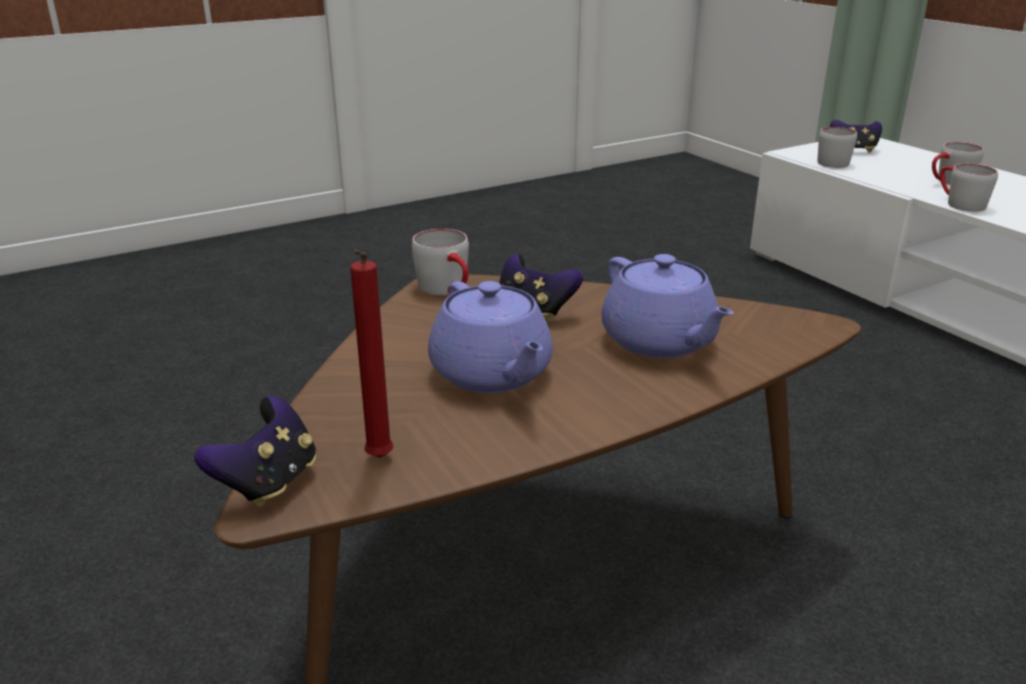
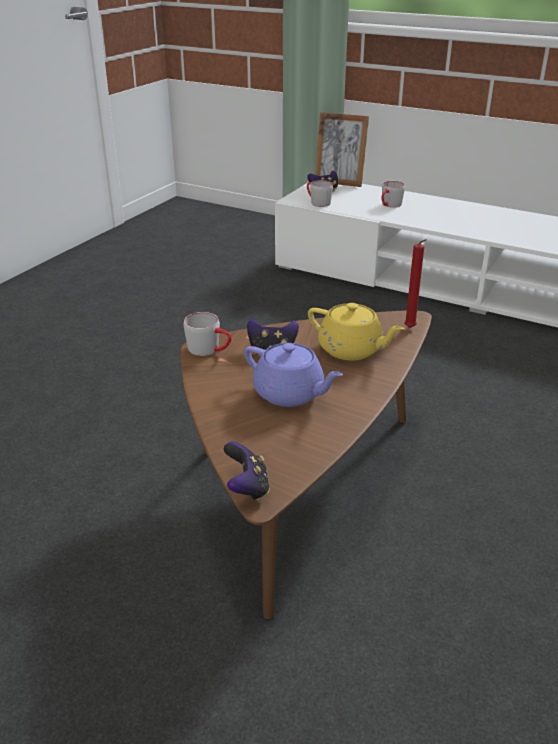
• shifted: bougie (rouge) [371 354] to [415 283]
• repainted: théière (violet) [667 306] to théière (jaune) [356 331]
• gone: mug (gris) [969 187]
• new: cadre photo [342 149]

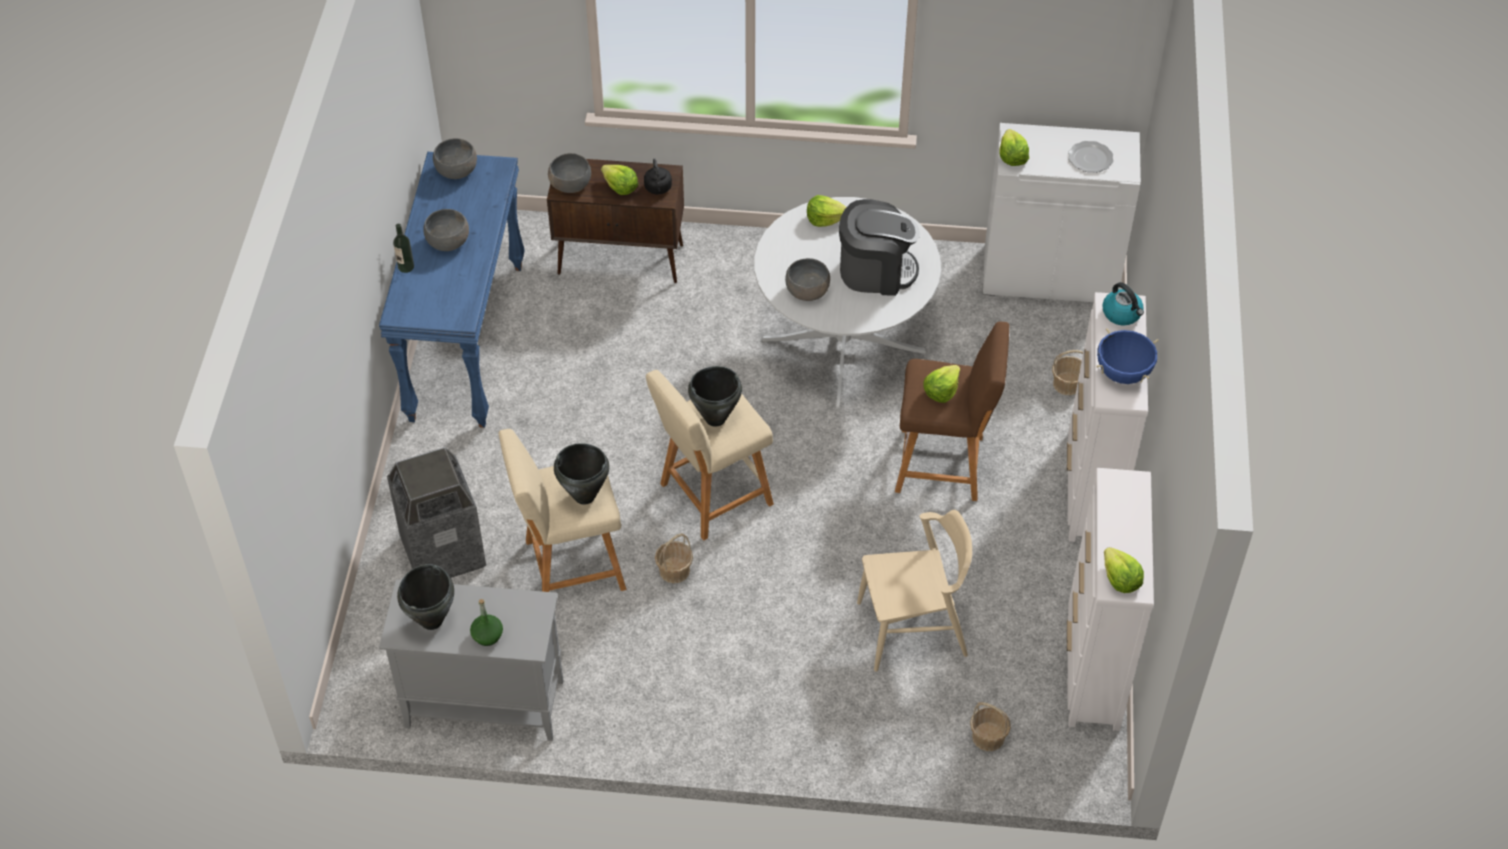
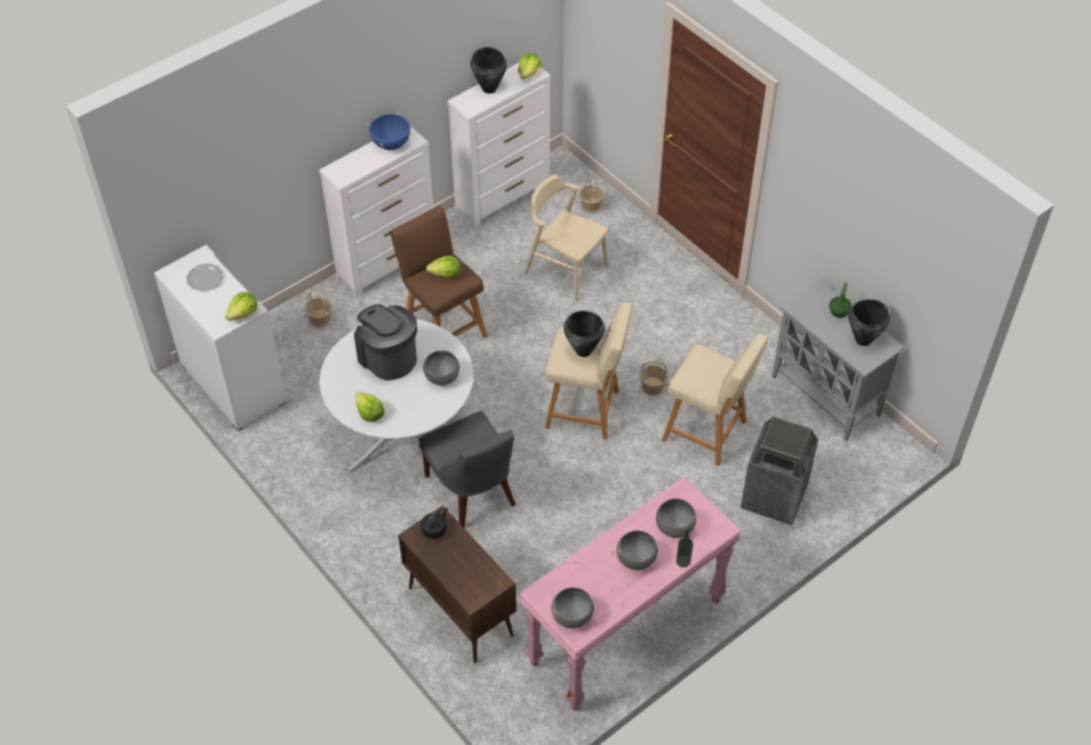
• repainted: table console (bleu) [452 290] to table console (rose) [630 594]
• shifted: bol (gris) [569 173] to [676 518]
• shifted: marmite (noir) [582 474] to [488 70]
• gone: laitue [619 180]
• gone: bouilloire [1123 303]
• new: chaise (gris) [467 470]

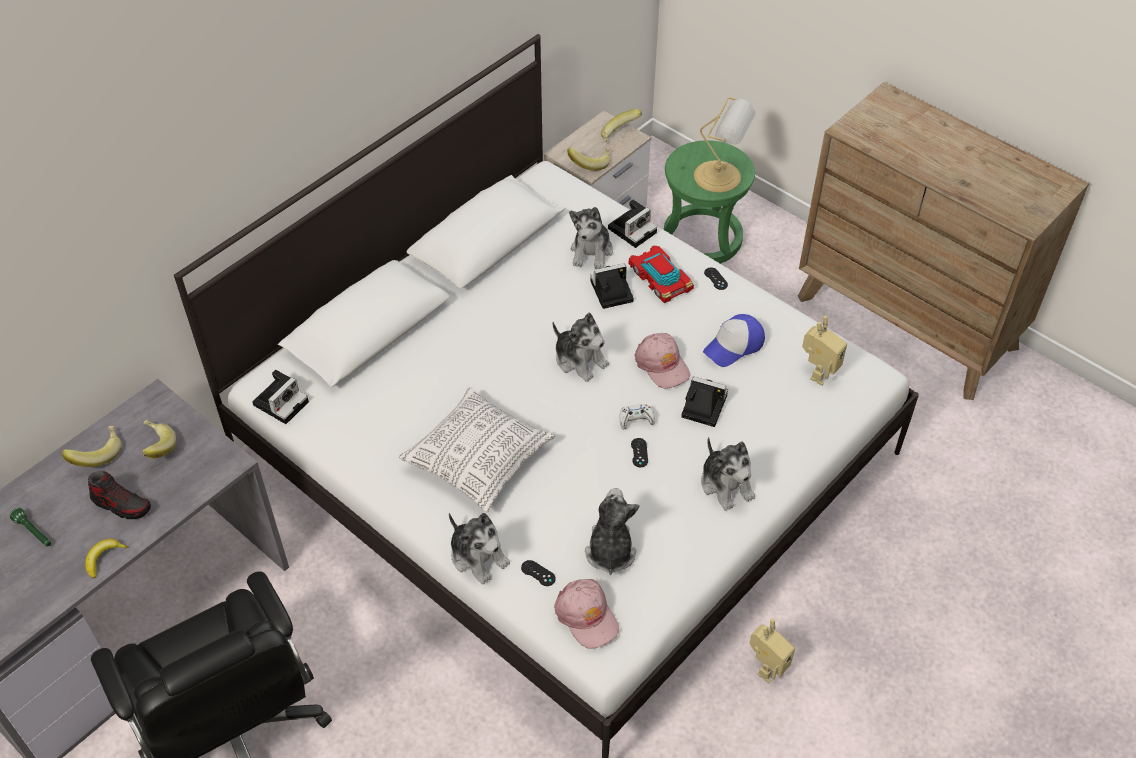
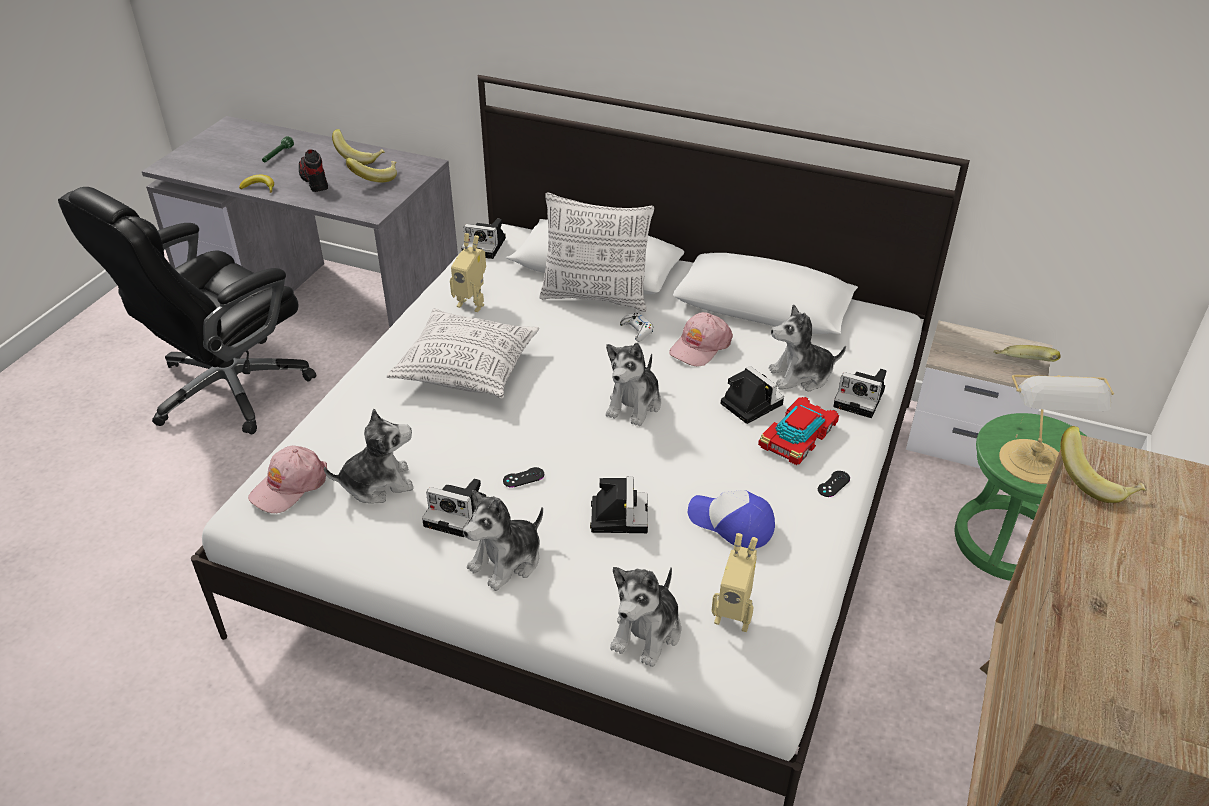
• rotated: chaussure [119 495] = [313 170] 150 degrees clockwise
• shifted: peluche [479 549] to [645 617]
• gone: manette (noir) [538 573]
• shifted: banane [588 159] to [1103 464]
• shifted: manette (blanc) [637 416] to [636 327]
• shifted: casquette (rose) [662 361] to [701 339]
• shifted: robot jouet [772 651] to [468 272]
• new: appareil photo [454 508]
• new: coussin [596 252]

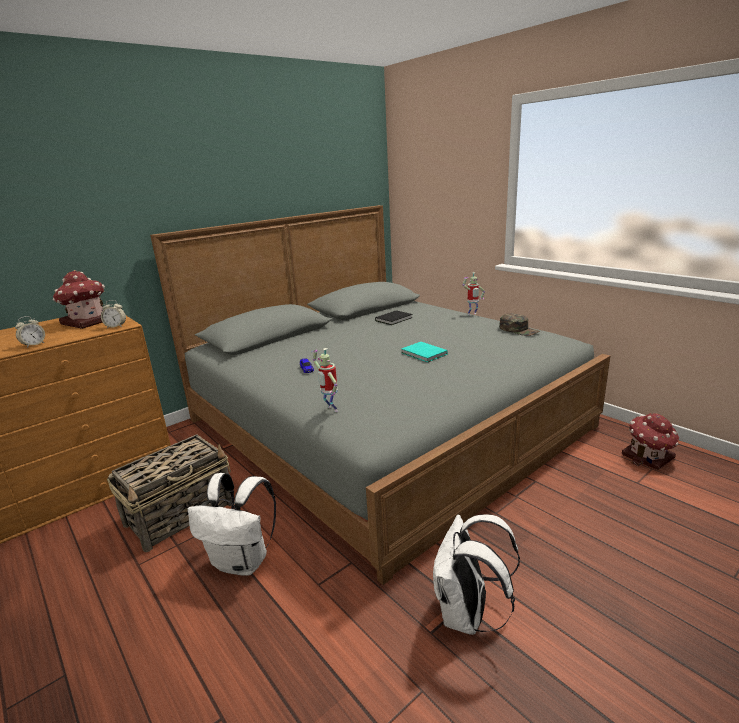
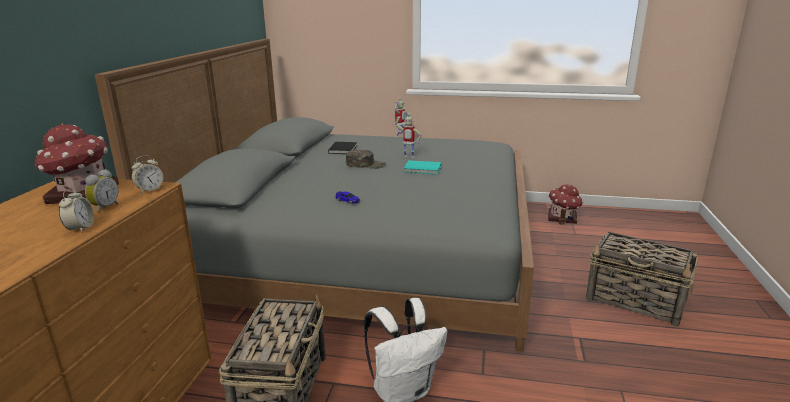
• shifted: robot jouet [324 380] to [408 135]
• gone: sac à dos (blanc) [476 574]
• shifted: casquette (vert) [519 324] to [366 159]
• new: réveil [102 191]
• new: panier [642 279]

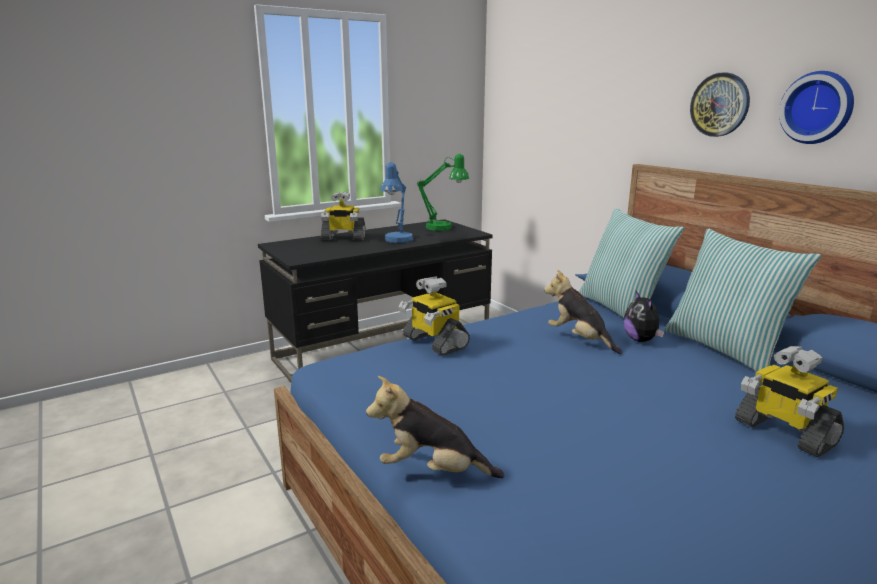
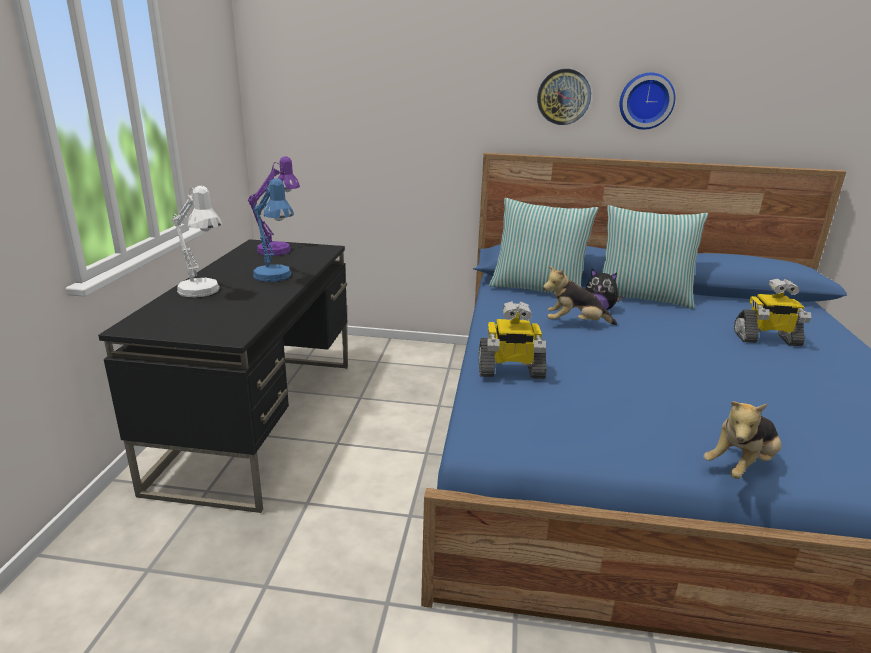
• swapped: robot jouet [343 216] to lampe de table (blanc) [197 241]
• repainted: lampe de table (vert) [443 192] to lampe de table (violet) [273 206]

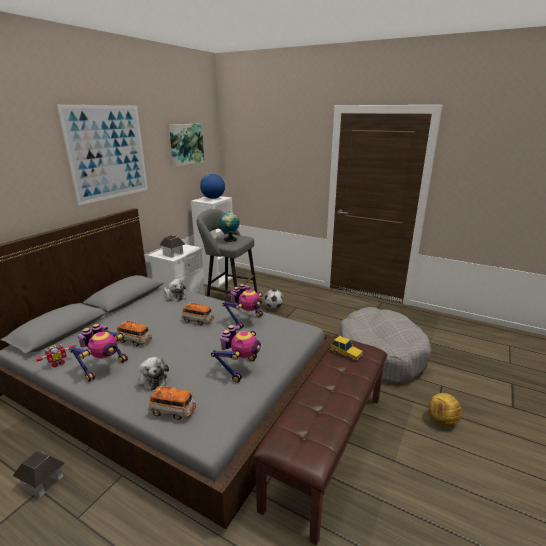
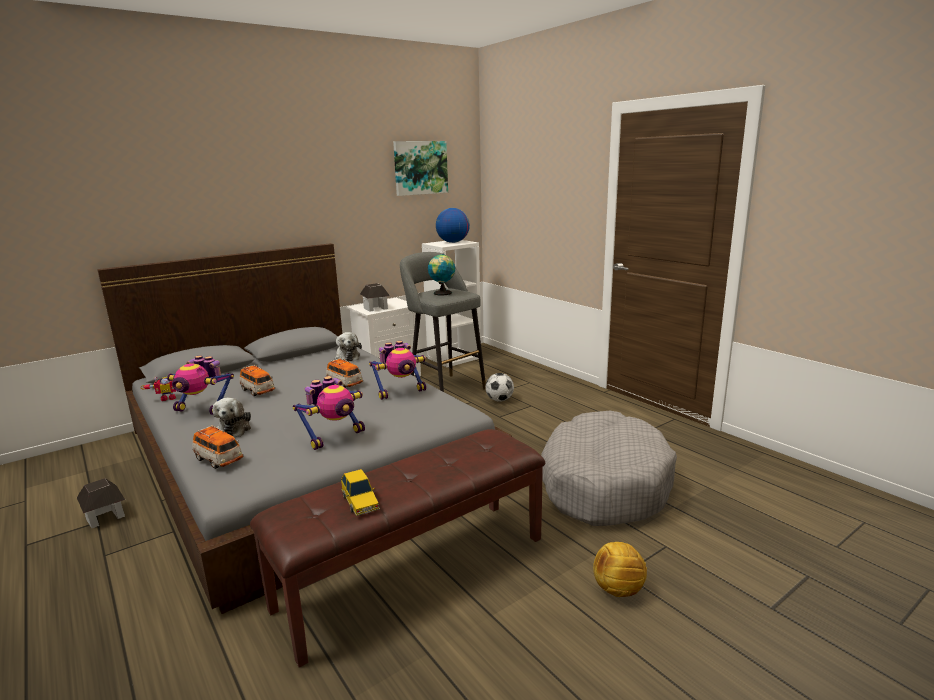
• gone: tableau [102 155]
• rotated: robot jouet [98 353] = [200 385] 45 degrees clockwise
• shifted: petite voiture [346 348] to [360 492]

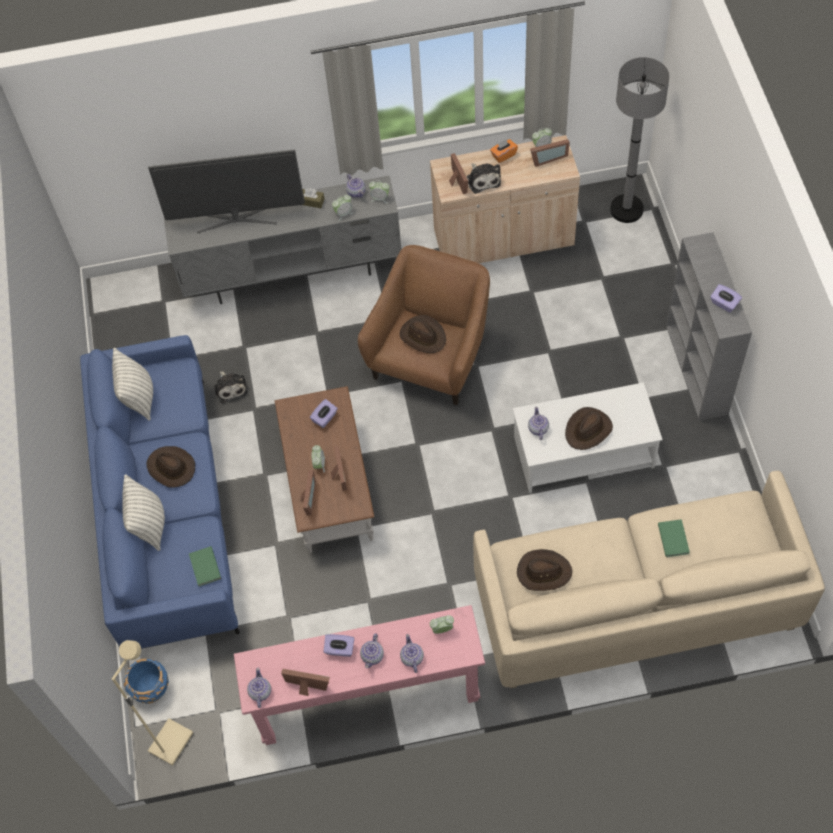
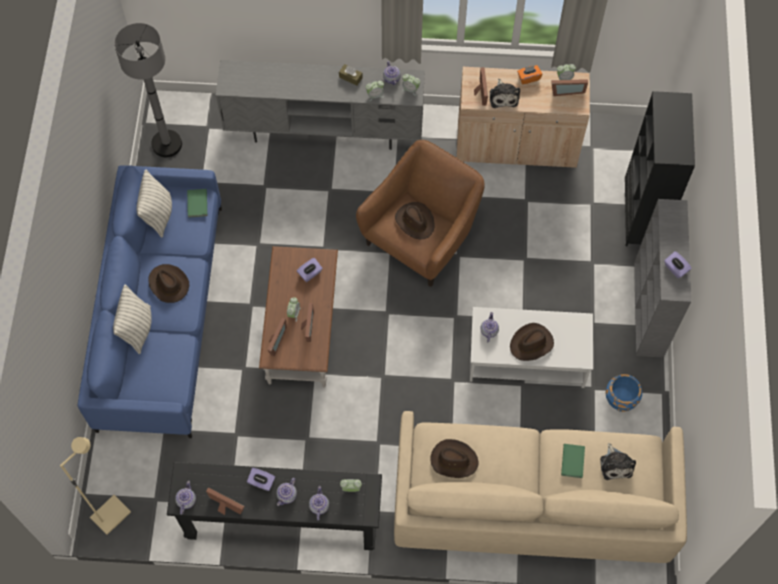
• shifted: cache-pot (bleu) [146 681] to [623 393]
• gone: téléviseur [226 191]
• shifted: livre (vert) [205 566] to [197 203]
• shifted: peluche [231 387] to [618 461]
• repainted: table console (rose) [359 675] to table console (noir) [274 506]
• shifted: lampadaire (gris) [640 140] to [148 90]
• new: bibliothèque (noir) [660 169]

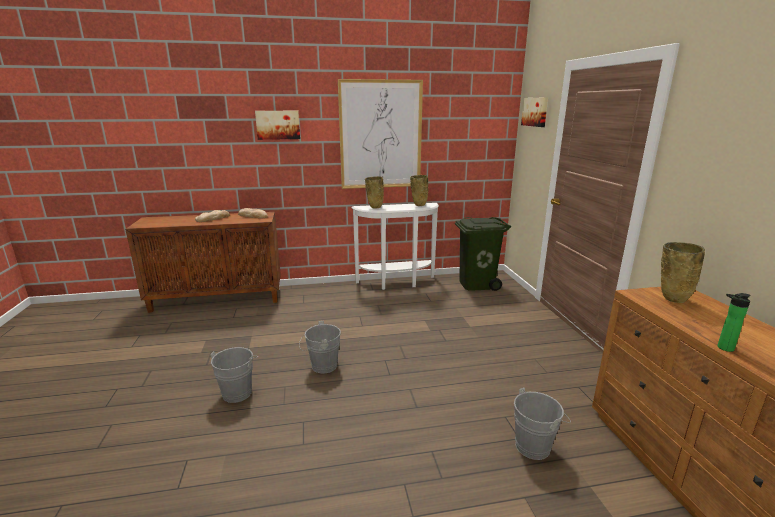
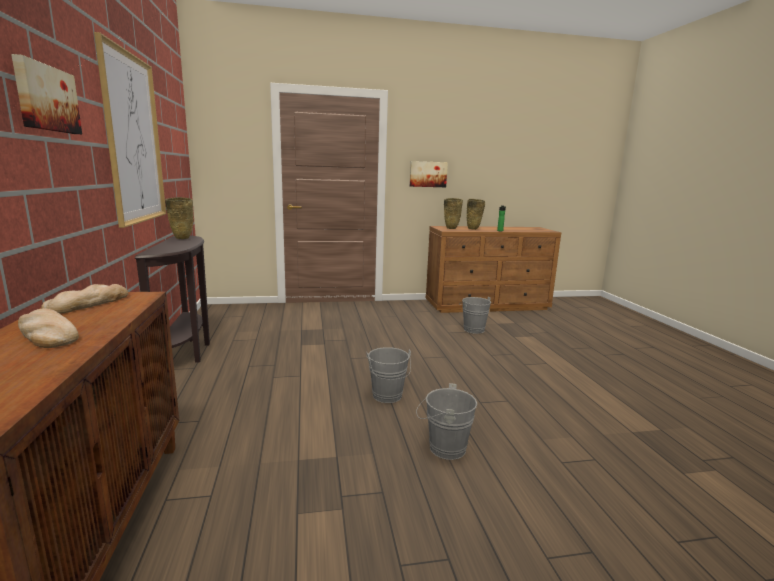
• repainted: table console (blanc) [395 246] to table console (marron) [172 299]
• shifted: vase (beige) [374 192] to [476 214]
• gone: poubelle (vert) [483 254]
• shifted: tableau [534 112] to [429 174]

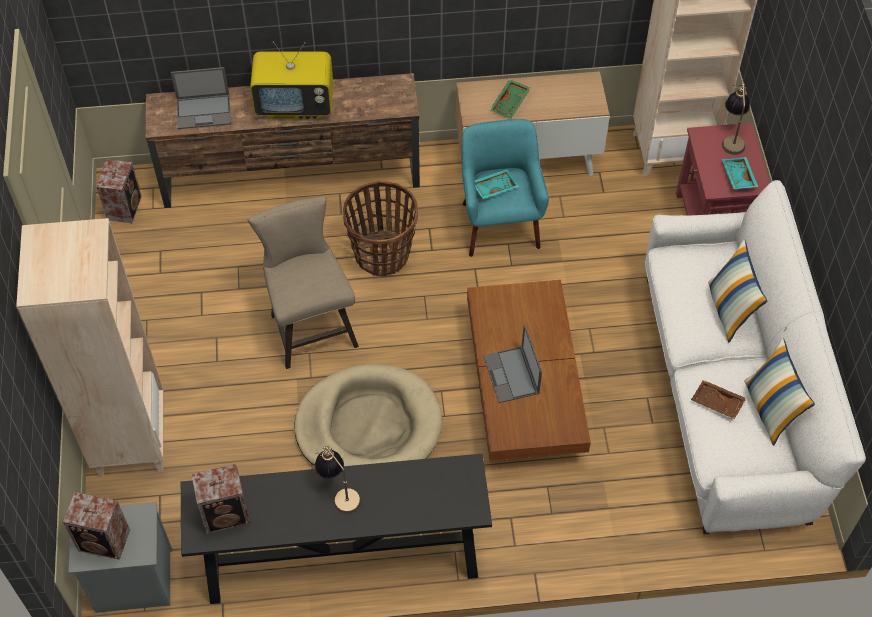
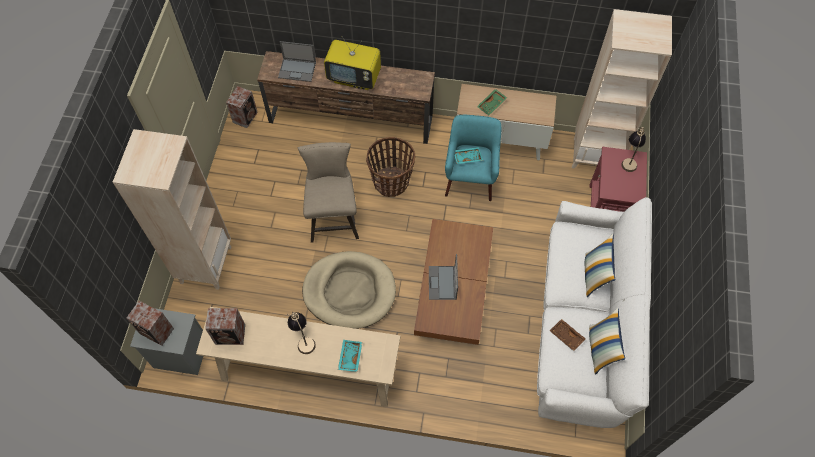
• repainted: table console (noir) [336 529] to table console (beige) [298 357]
• shifted: plateau (turquoise) [740 173] to [350 356]

